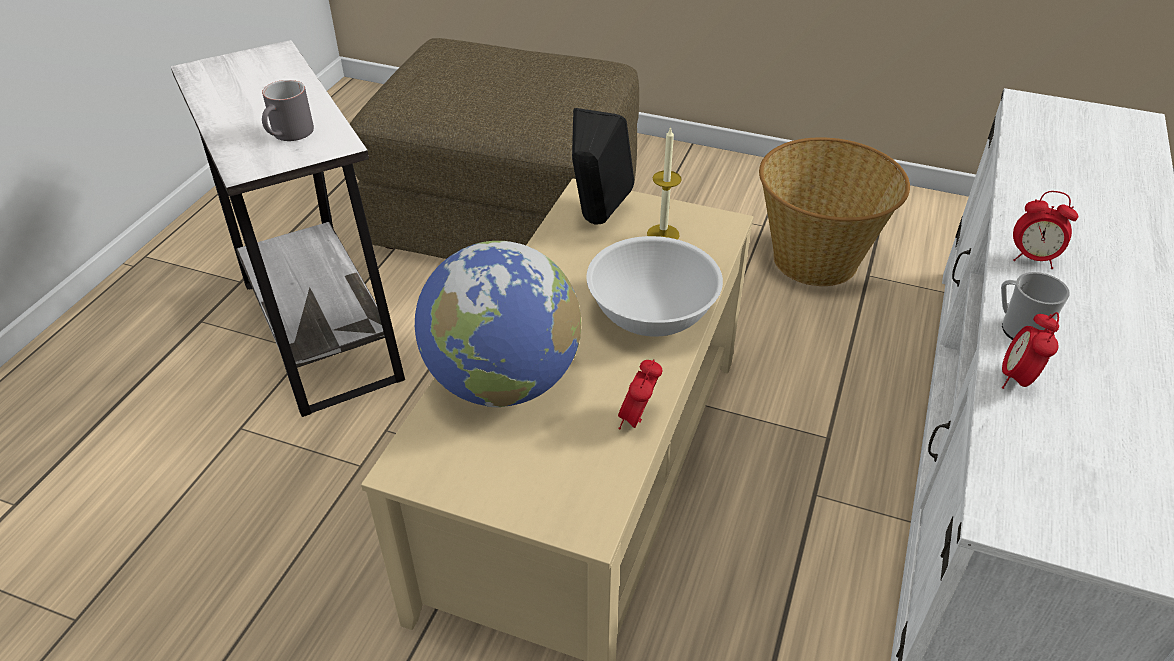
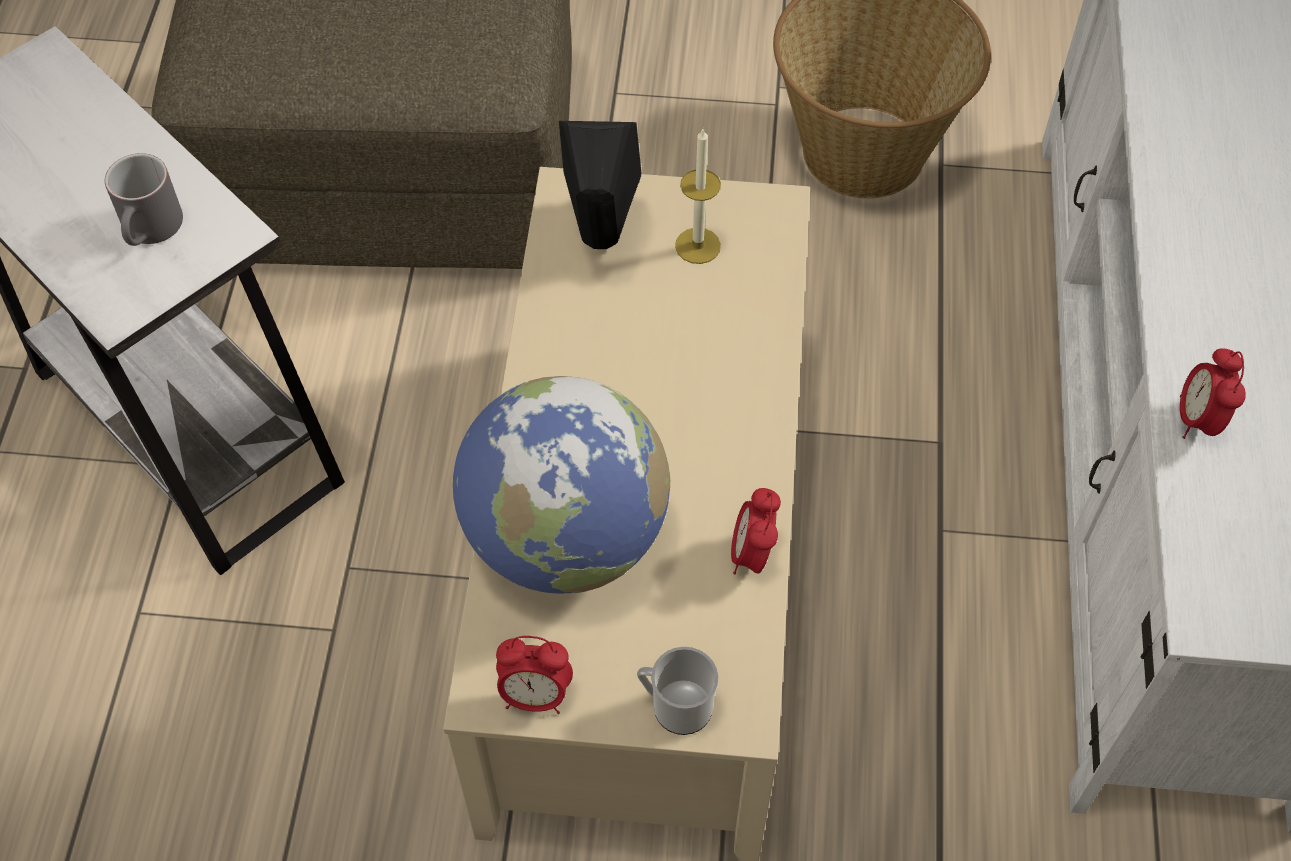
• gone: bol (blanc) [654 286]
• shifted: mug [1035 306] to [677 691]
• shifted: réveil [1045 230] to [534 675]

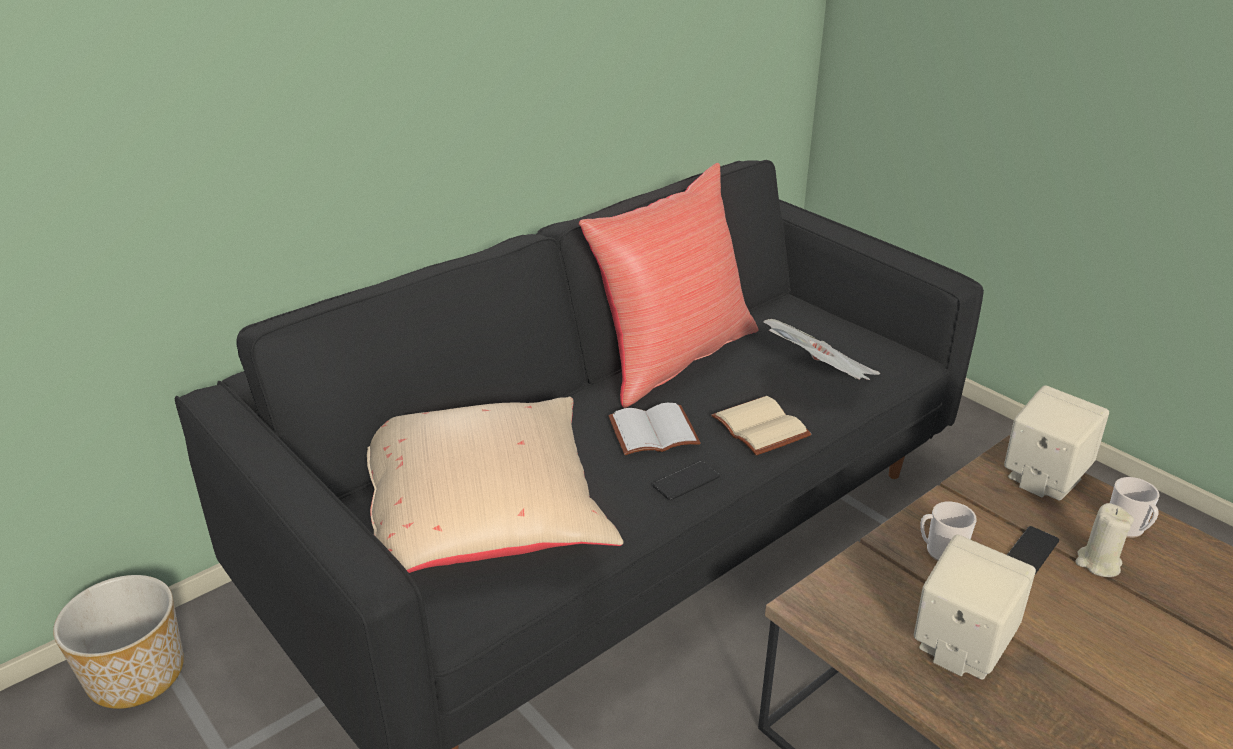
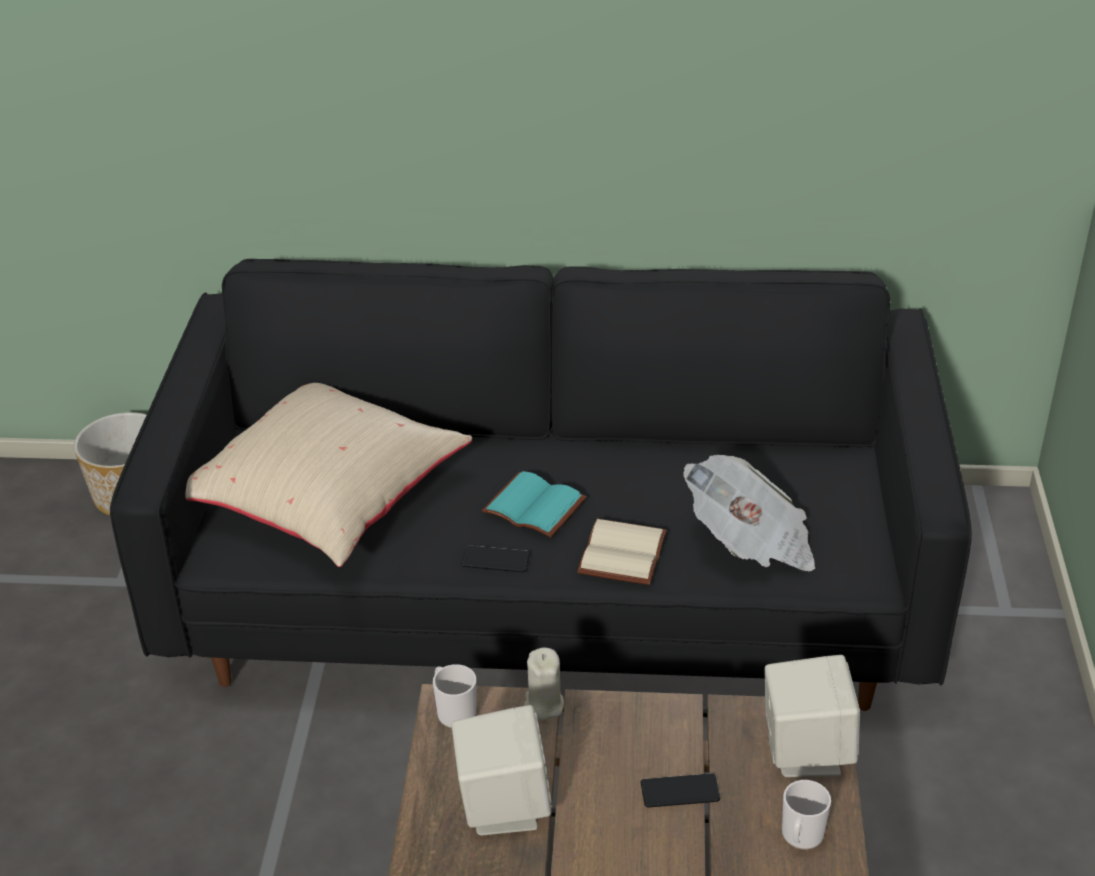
• gone: coussin (rouge) [669 285]
• repainted: livre (blanc) [654 429] to livre (turquoise) [534 504]
• shifted: mug [948 531] to [454 696]
• shifted: bougie (beige) [1104 540] to [544 684]

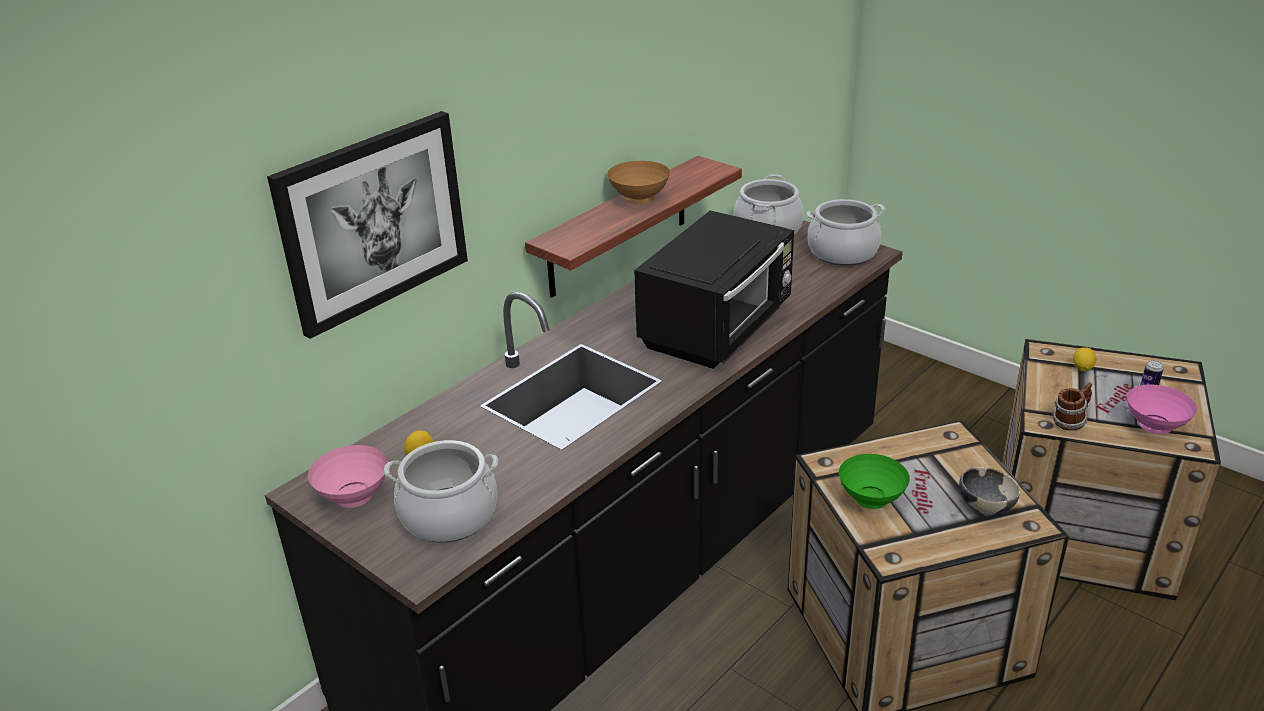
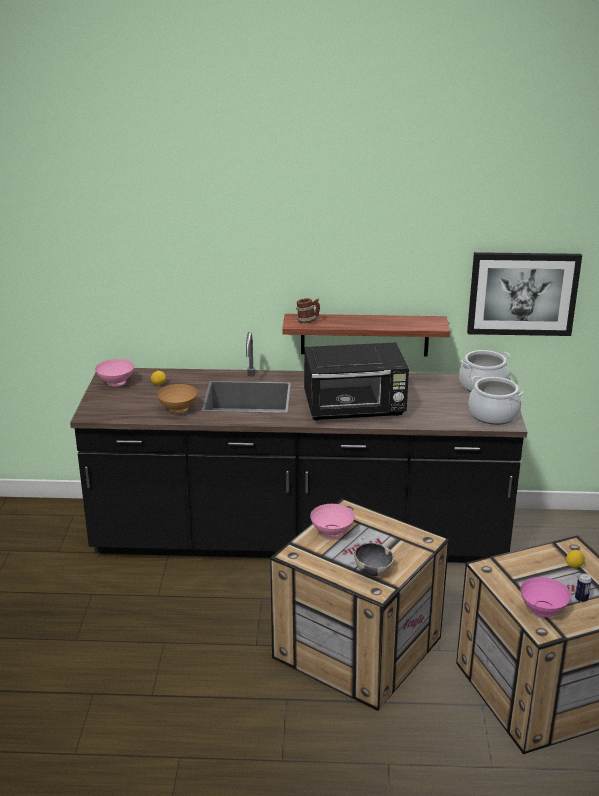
• shifted: tableau [367 225] to [524 294]
• gone: marmite [441 491]
• shifted: bol (marron) [638 182] to [177 398]
• repainted: bol (vert) [874 481] to bol (rose) [332 521]
• shifted: mug [1072 406] to [308 310]

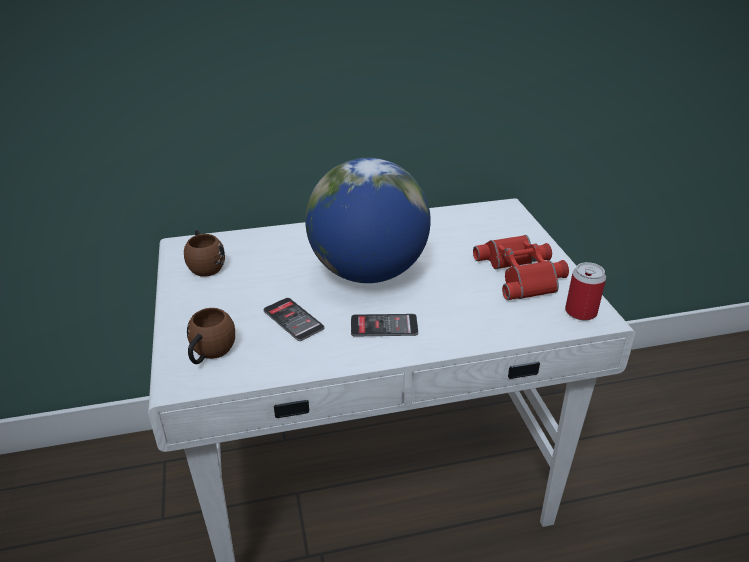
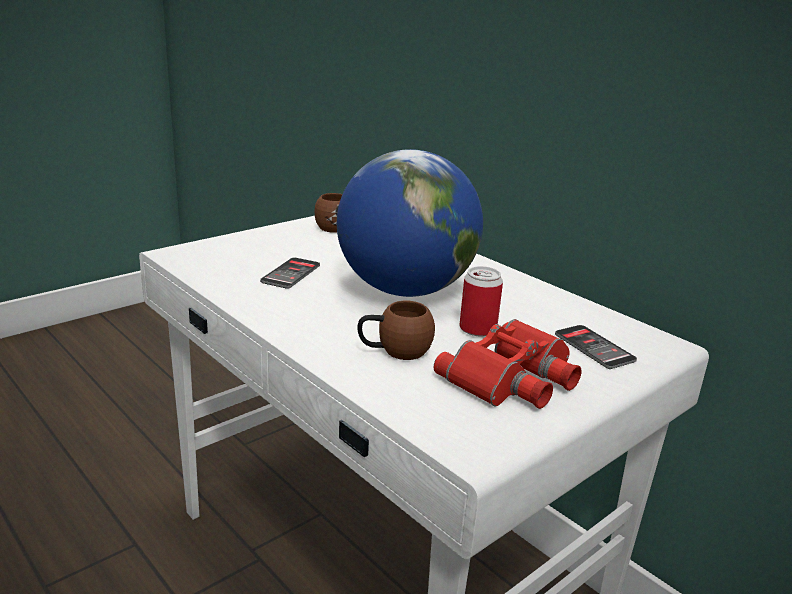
• shifted: mug (marron) [211 336] to [396 330]
• shifted: téléphone [384 325] to [596 347]
• shifted: boîte métallique [585 291] to [481 301]

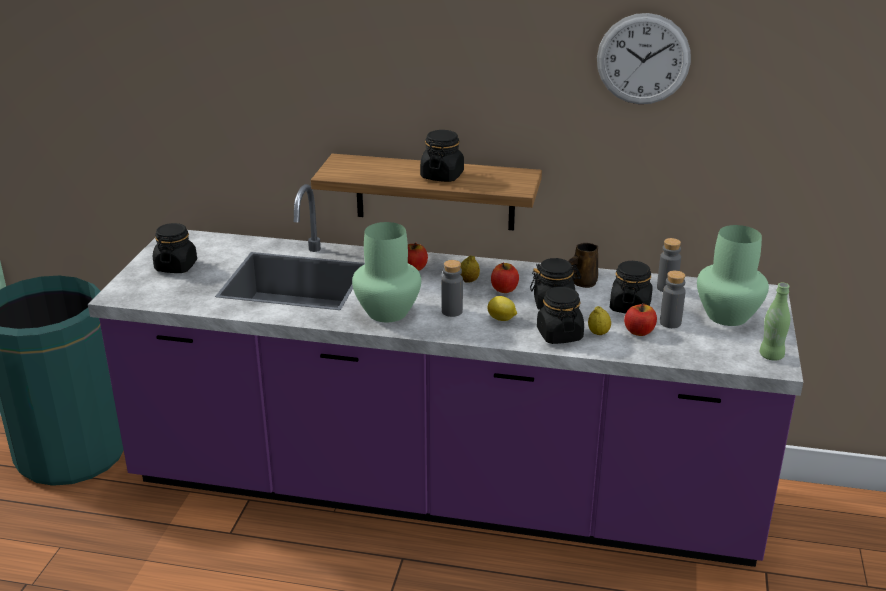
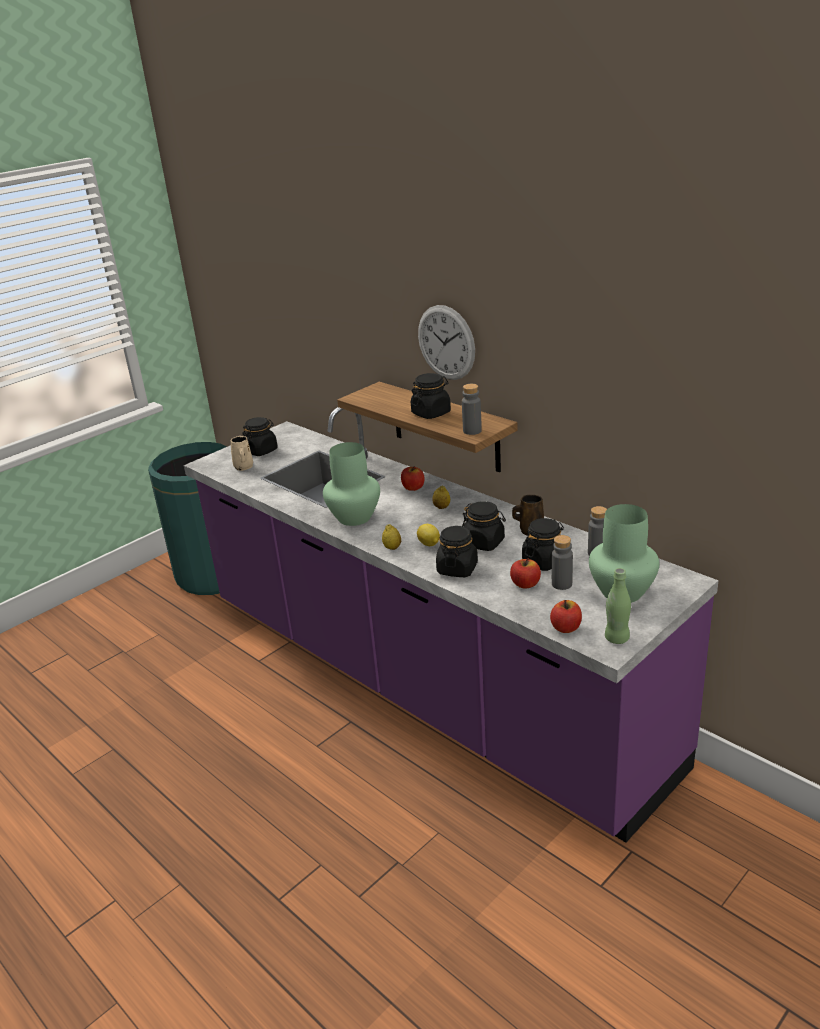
• shifted: bouteille (gris) [452 288] to [472 409]
• shifted: pomme [505 278] to [566 616]
• shifted: citron [599 320] to [391 537]
• shifted: horloge murale [644 58] to [446 342]
• new: mug (beige) [241 453]

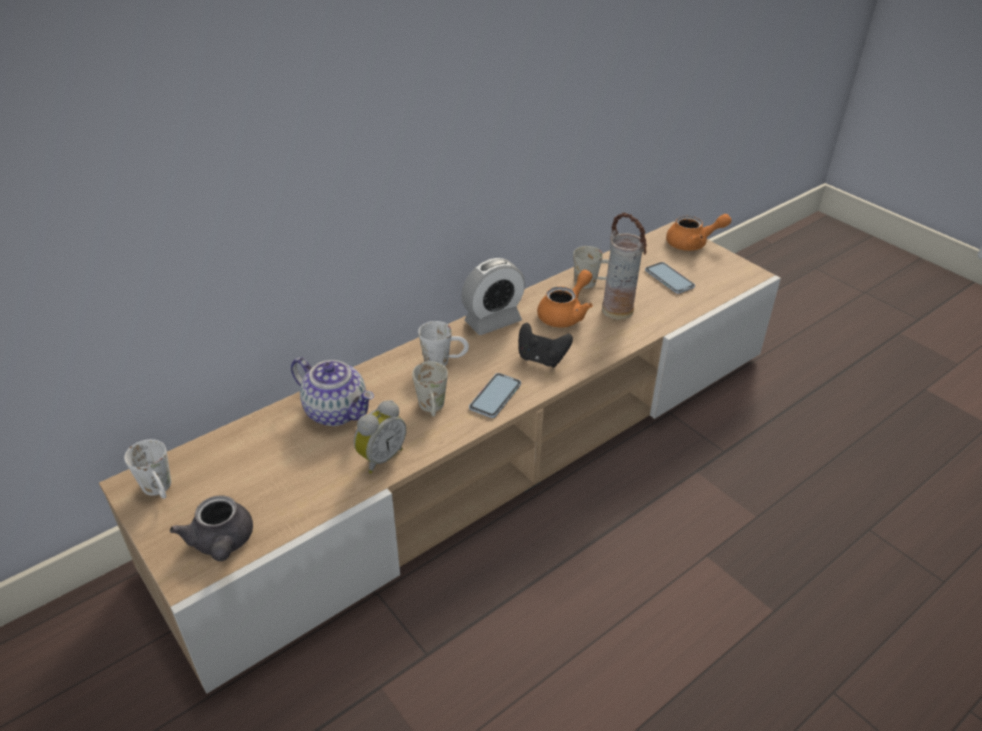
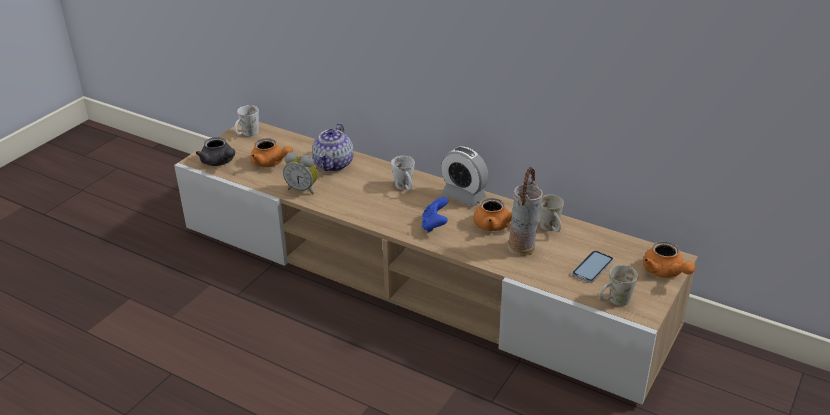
• rotated: théière (gris) [211 528] = [215 151] 90 degrees counterclockwise
• shifted: mug (blanc) [430 389] to [618 285]
• gone: téléphone [495 395]
• repainted: manette (noir) [546 345] to manette (bleu) [435 215]
• new: théière (orange) [271 152]

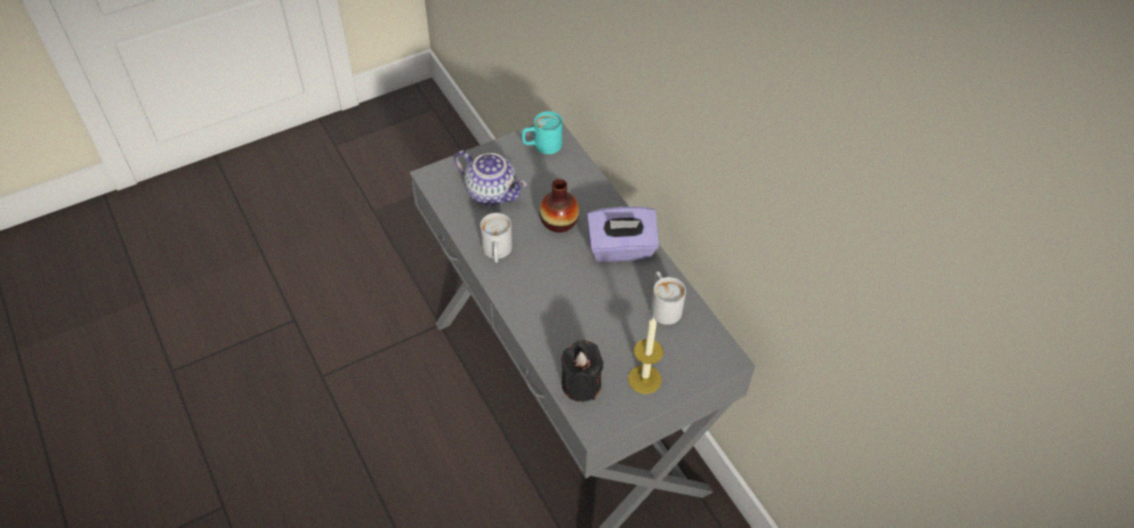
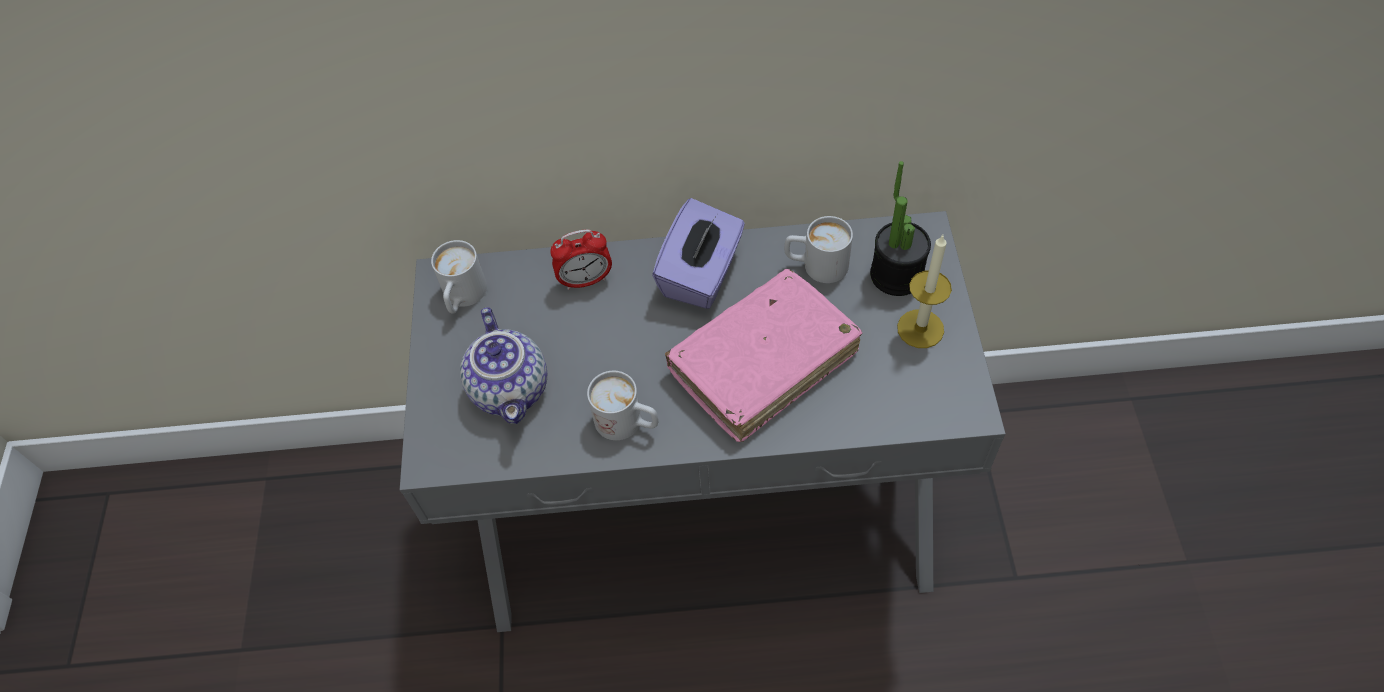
• rotated: théière [490 178] = [503 365] 105 degrees clockwise
• repainted: mug (turquoise) [542 132] to mug (blanc) [459 277]
• gone: vase [559 206]
• gone: bougie (noir) [582 371]
• new: réveil [581 259]
• new: livre (rose) [763 355]
• new: plante en pot [900 228]

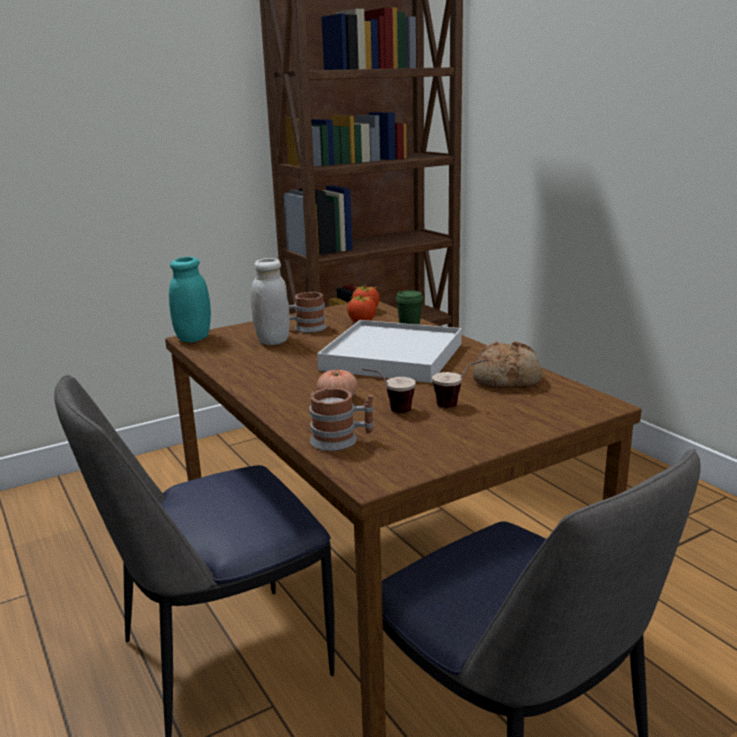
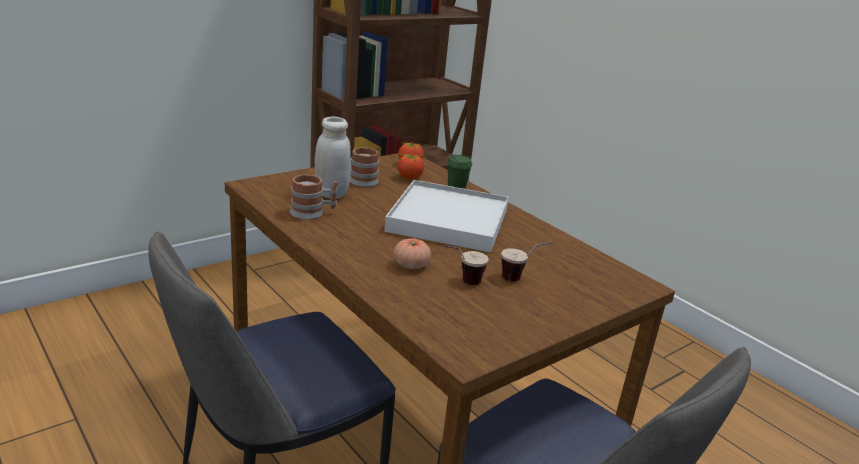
• gone: bocal (turquoise) [190 299]
• shifted: mug [342 419] to [314 197]
• gone: pain [507 365]

